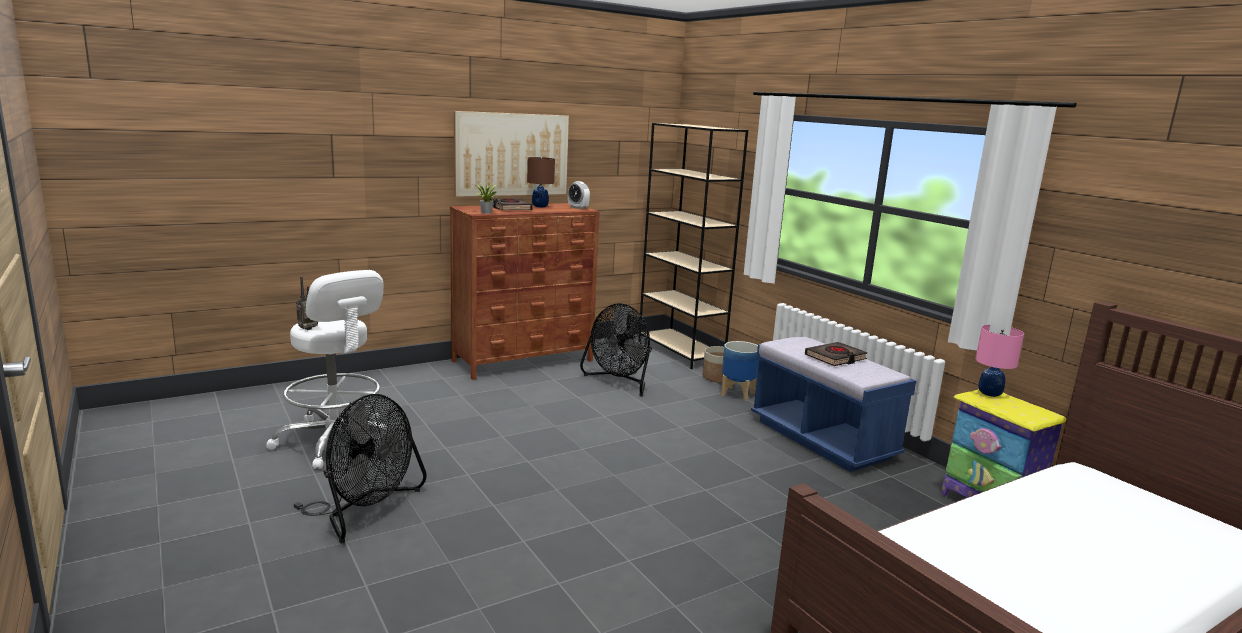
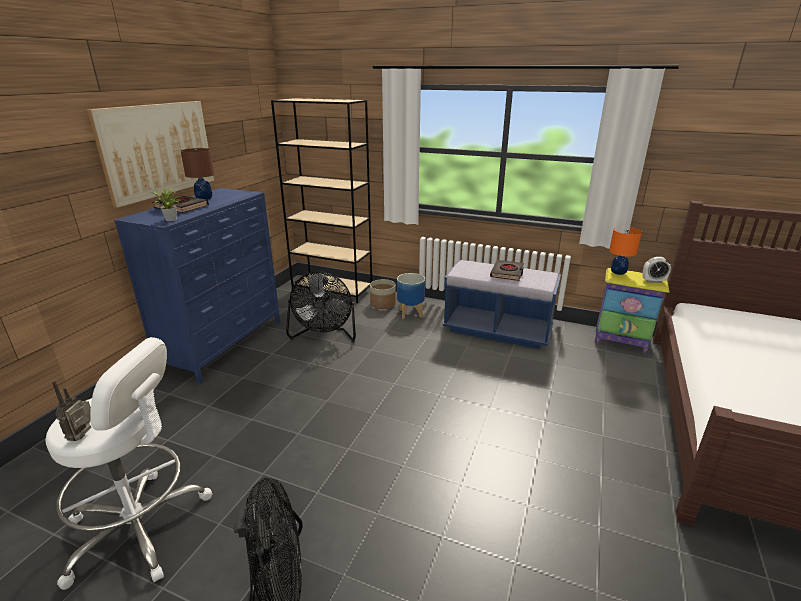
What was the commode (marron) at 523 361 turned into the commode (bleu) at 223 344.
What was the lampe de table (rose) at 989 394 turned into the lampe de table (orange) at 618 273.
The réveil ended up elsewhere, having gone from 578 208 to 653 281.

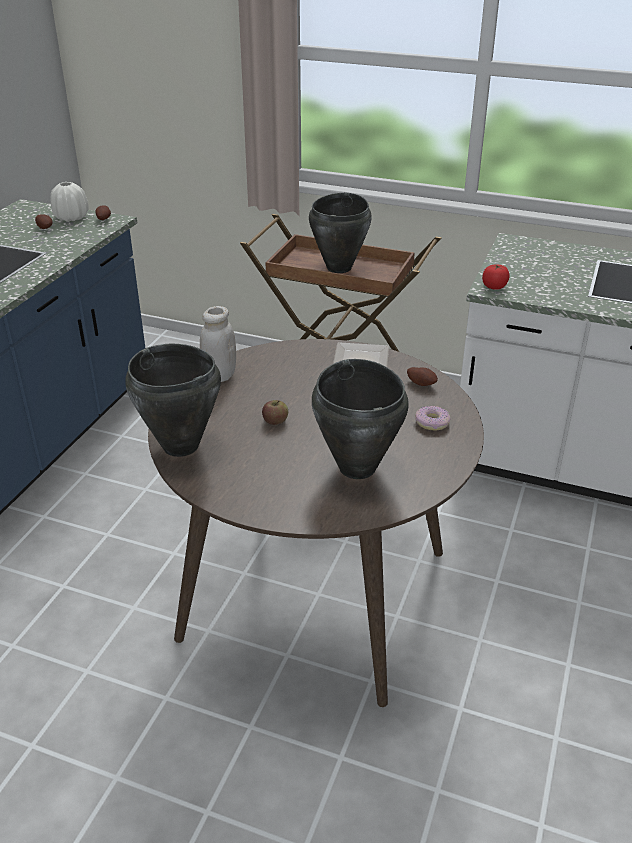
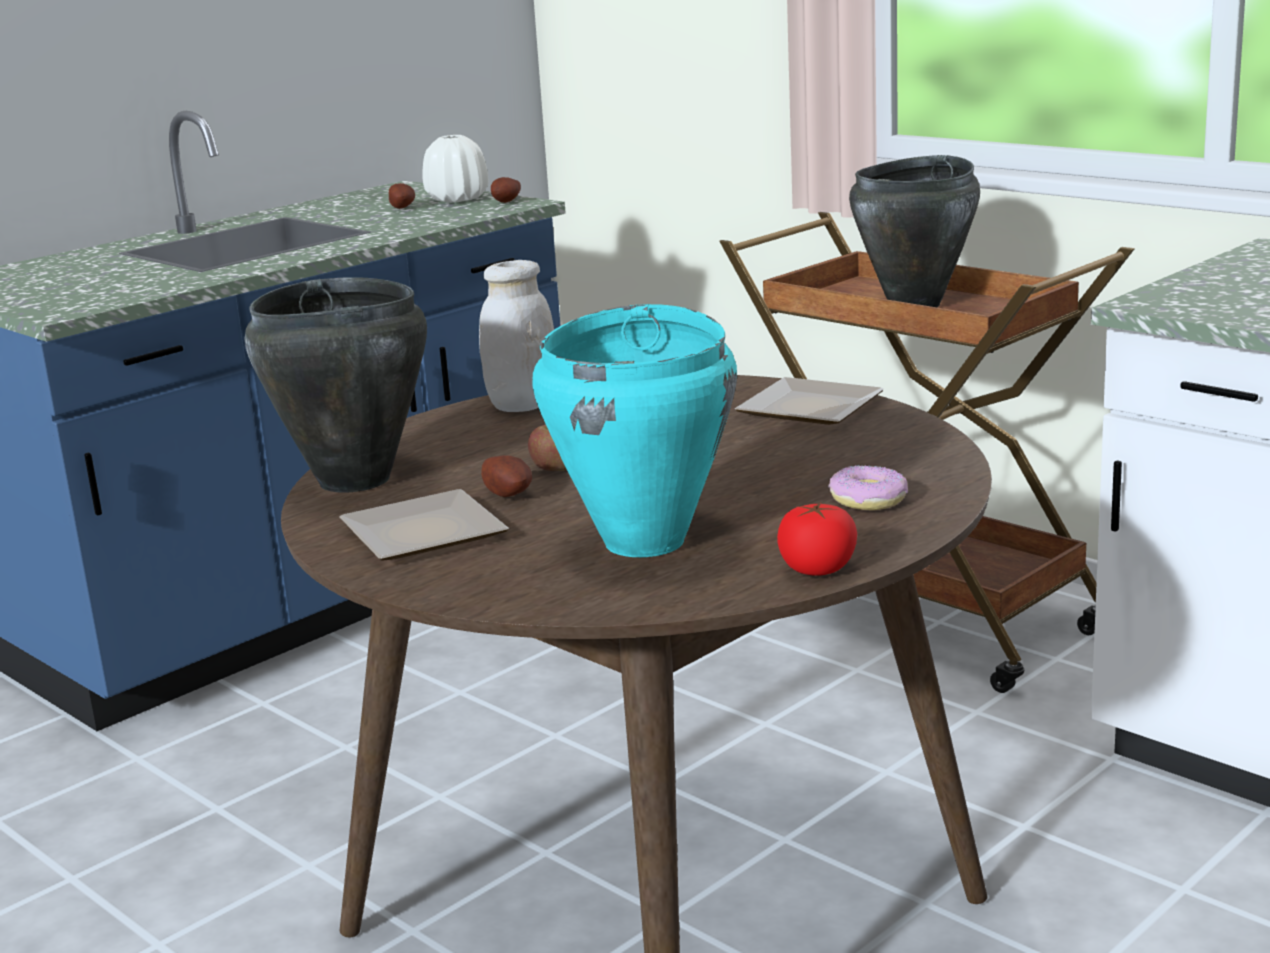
The second view gained the assiette at 430 534.
The pomme de terre ended up elsewhere, having gone from 422 383 to 509 494.
What was the marmite (noir) at 358 467 turned into the marmite (turquoise) at 646 541.
The tomate ended up elsewhere, having gone from 494 287 to 817 569.

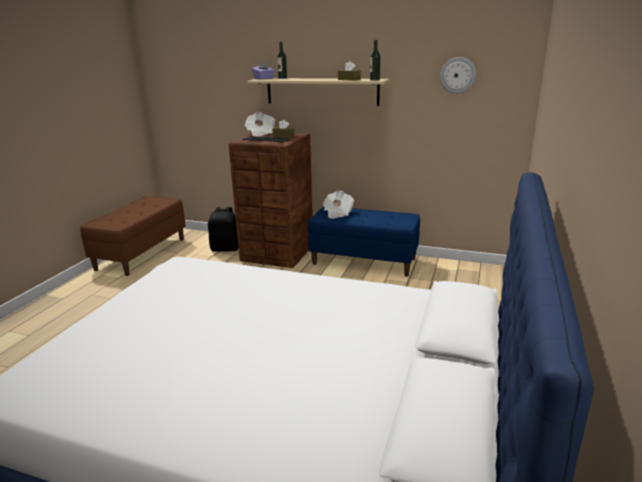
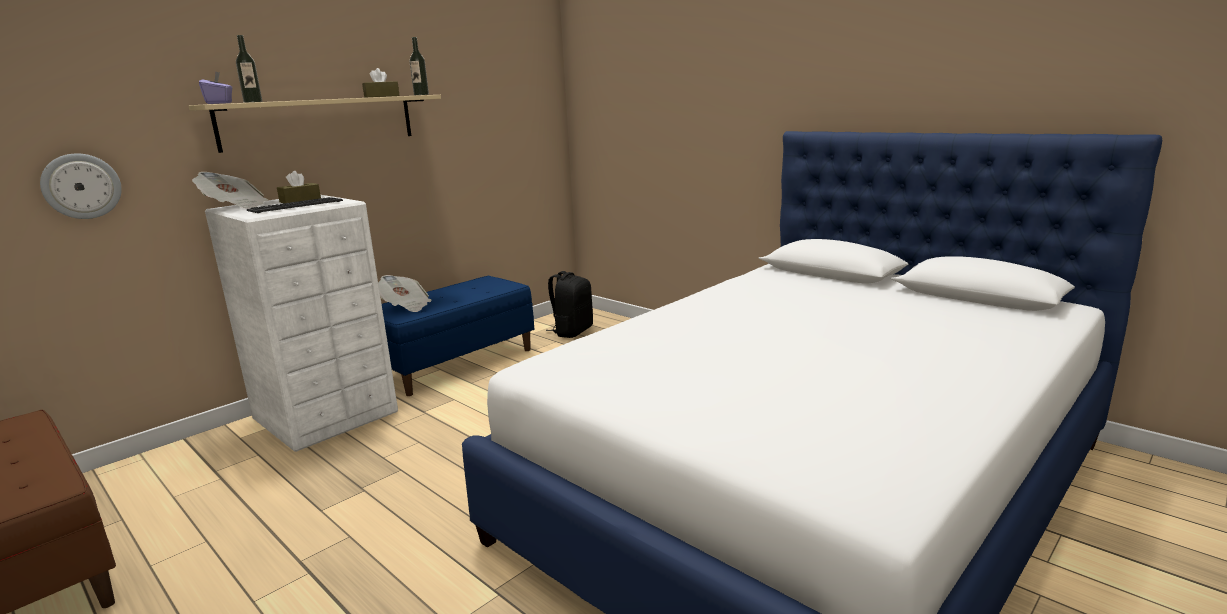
The horloge murale ended up elsewhere, having gone from 457 75 to 81 186.
What was the commode (marron) at 277 253 turned into the commode (blanc) at 326 415.
The sac à dos (noir) ended up elsewhere, having gone from 226 249 to 572 331.

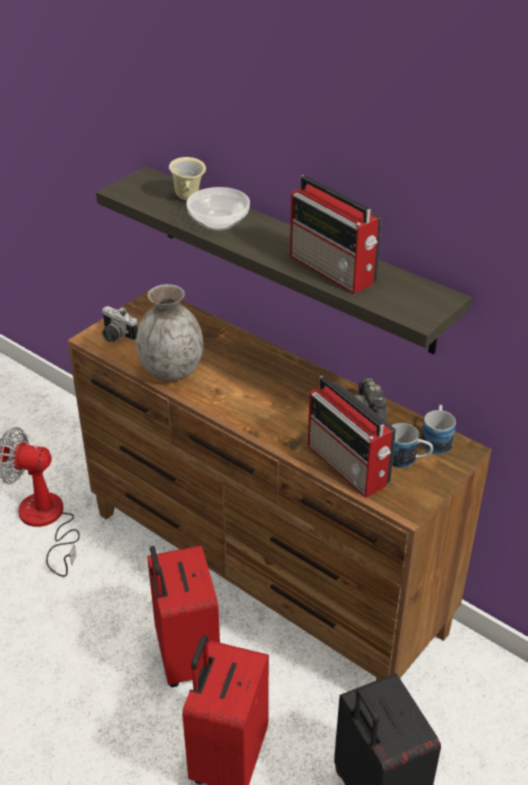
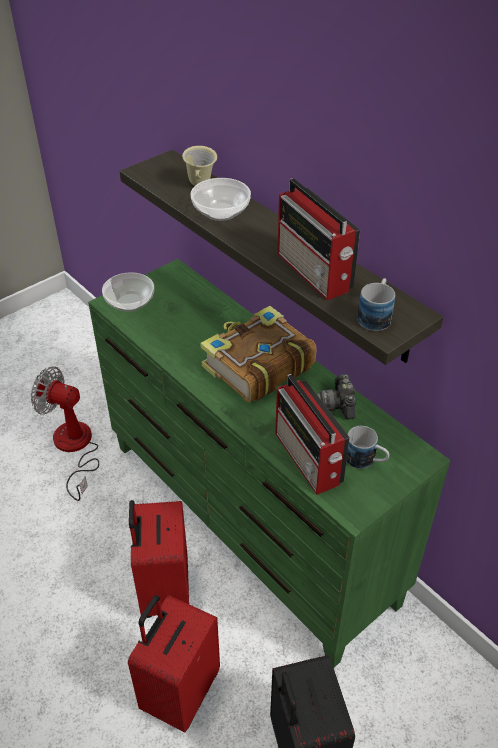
What was the commode (marron) at 265 570 turned into the commode (vert) at 250 519.
Where the appareil photo stood at 115 336, the bol came to stand at 131 302.
The second view gained the livre at 256 366.
The mug ended up elsewhere, having gone from 436 439 to 376 315.
The second view lost the vase (gris) at 172 371.

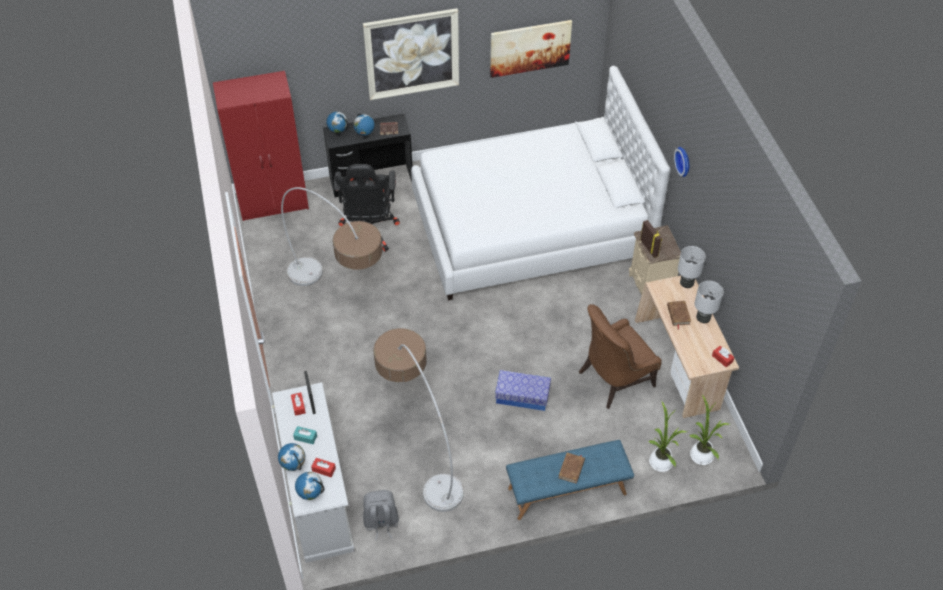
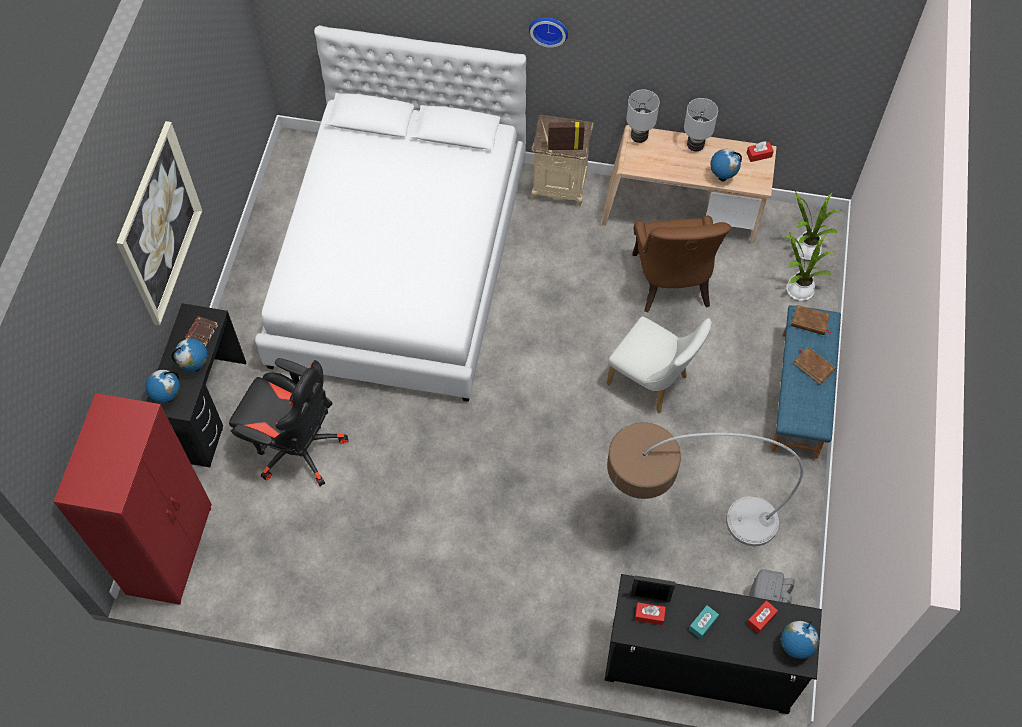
What was the commode (blanc) at 318 496 turned into the commode (noir) at 698 665.
Where the boîte de rangement stood at 522 396, the chaise (blanc) came to stand at 652 383.
The globe ended up elsewhere, having gone from 294 467 to 722 177.
The livre (marron) ended up elsewhere, having gone from 678 315 to 809 322.
The second view lost the lampadaire at 340 296.
The second view lost the tableau at 530 48.

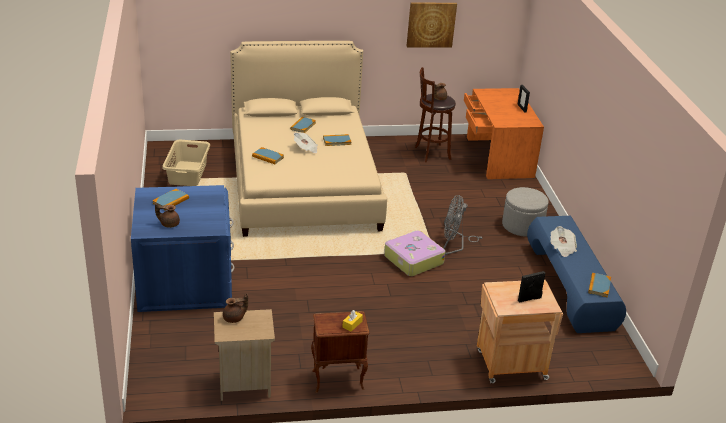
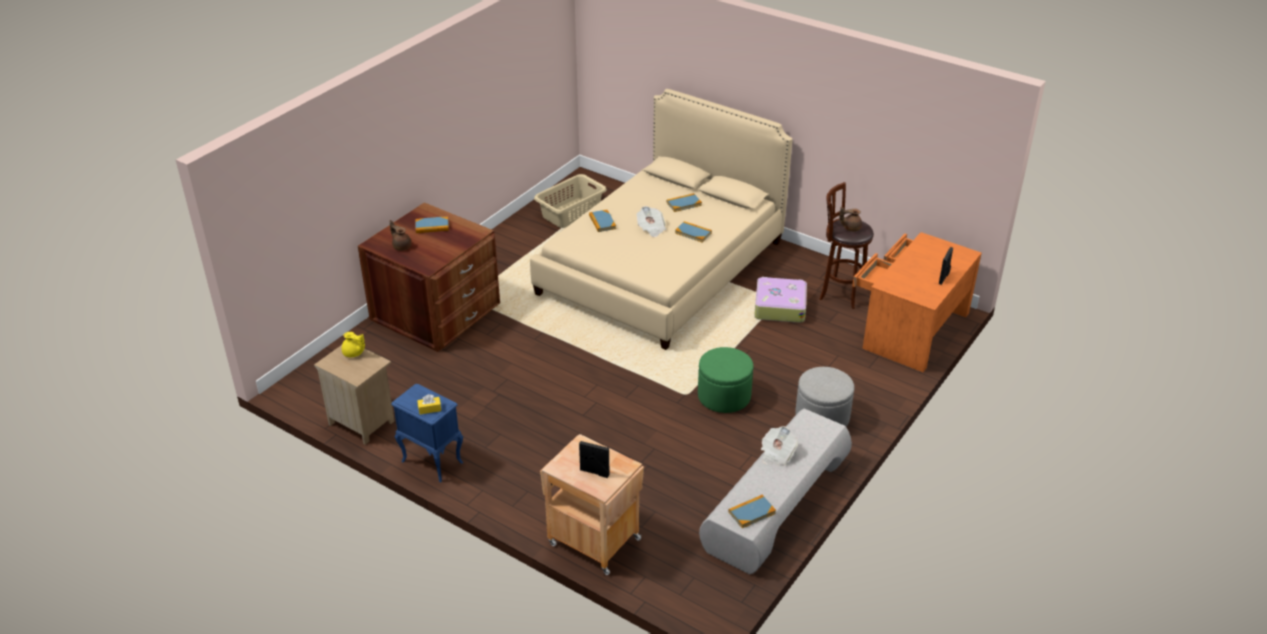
What was the théière (marron) at 234 318 turned into the théière (jaune) at 354 353.
What was the commode (bleu) at 185 281 turned into the commode (marron) at 436 312.
What was the table de chevet (marron) at 337 380 turned into the table de chevet (bleu) at 432 462.
Where the ventilateur (gris) stood at 455 241, the pouf (vert) came to stand at 724 396.
What was the banc (bleu) at 570 285 turned into the banc (gris) at 776 504.
The valise ended up elsewhere, having gone from 413 259 to 779 306.
The second view lost the tableau at 431 24.

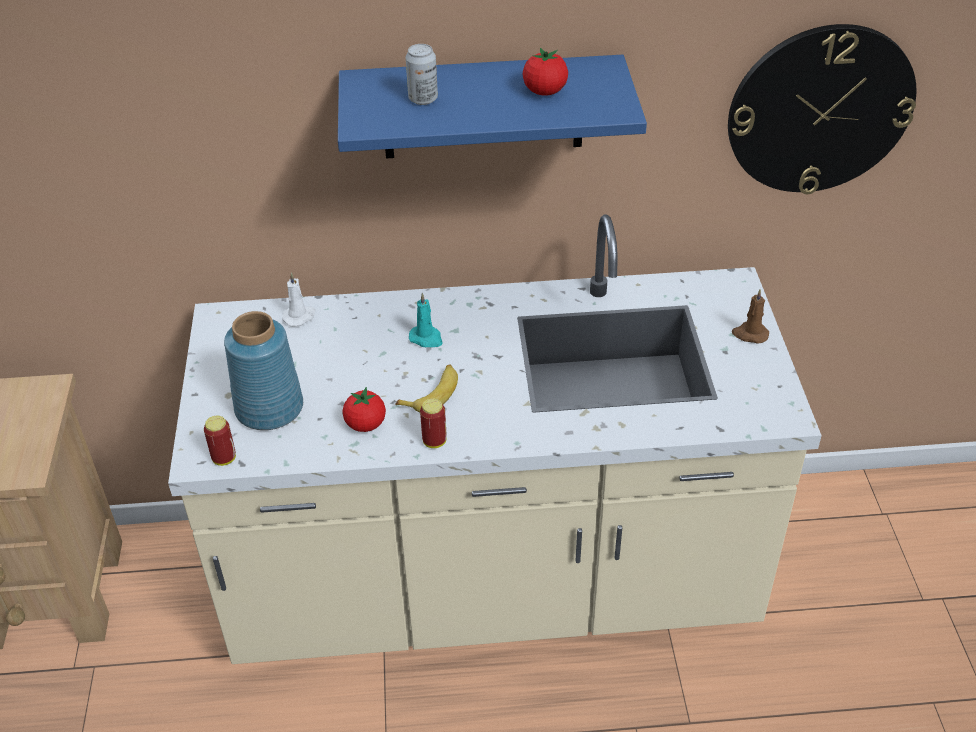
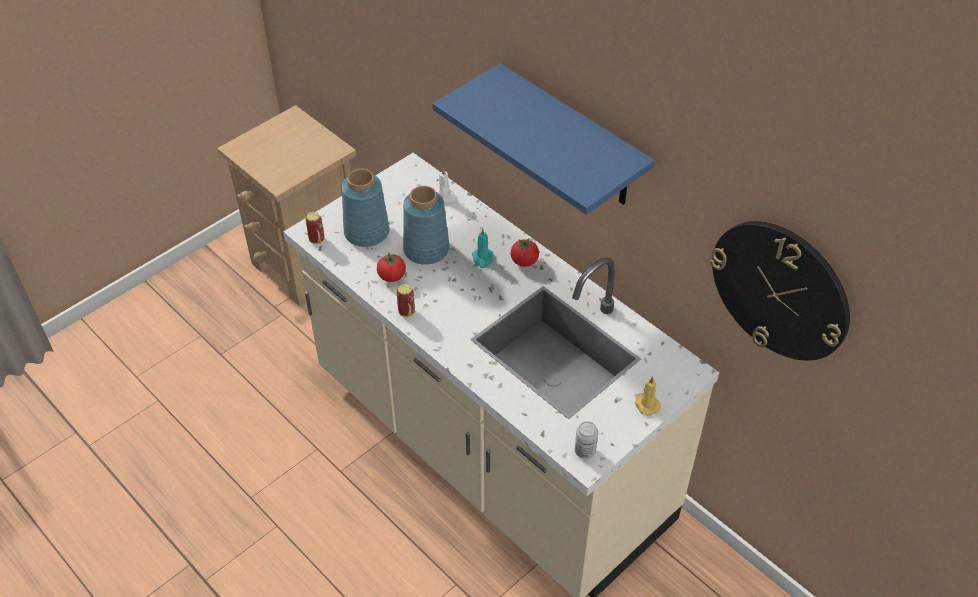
The second view gained the vase (bleu) at 427 250.
The tomate ended up elsewhere, having gone from 545 92 to 524 261.
The boîte métallique ended up elsewhere, having gone from 423 99 to 585 451.
What was the bougie (marron) at 749 334 turned into the bougie (jaune) at 646 404.
The second view lost the banane at 432 393.

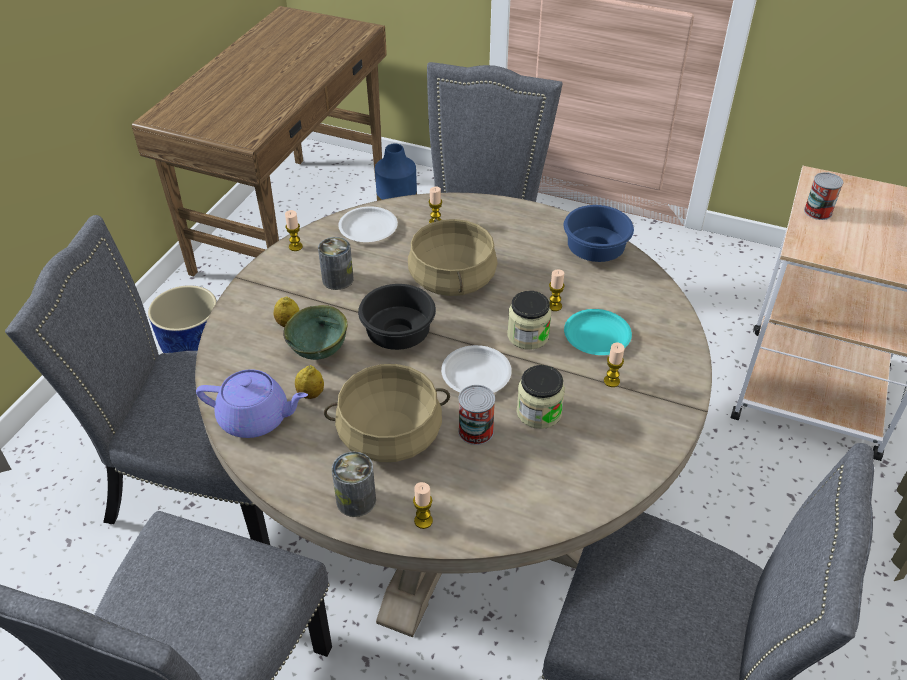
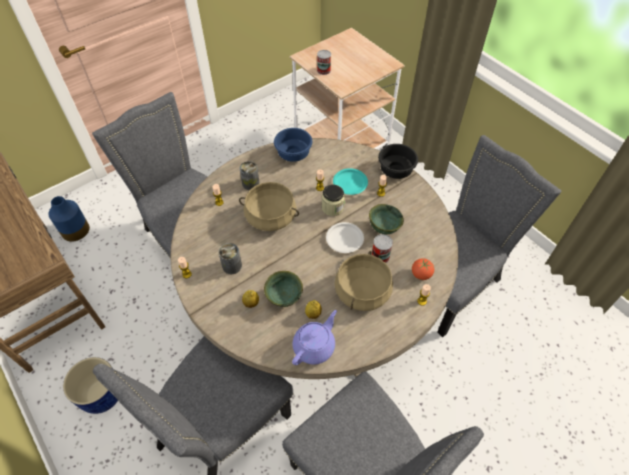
The boîte métallique ended up elsewhere, having gone from 356 500 to 250 183.
Where the bocal stood at 539 412, the bol (vert) came to stand at 383 228.
The bol (noir) ended up elsewhere, having gone from 399 333 to 394 170.
The second view gained the tomate at 421 274.
The second view lost the assiette (blanc) at 367 228.

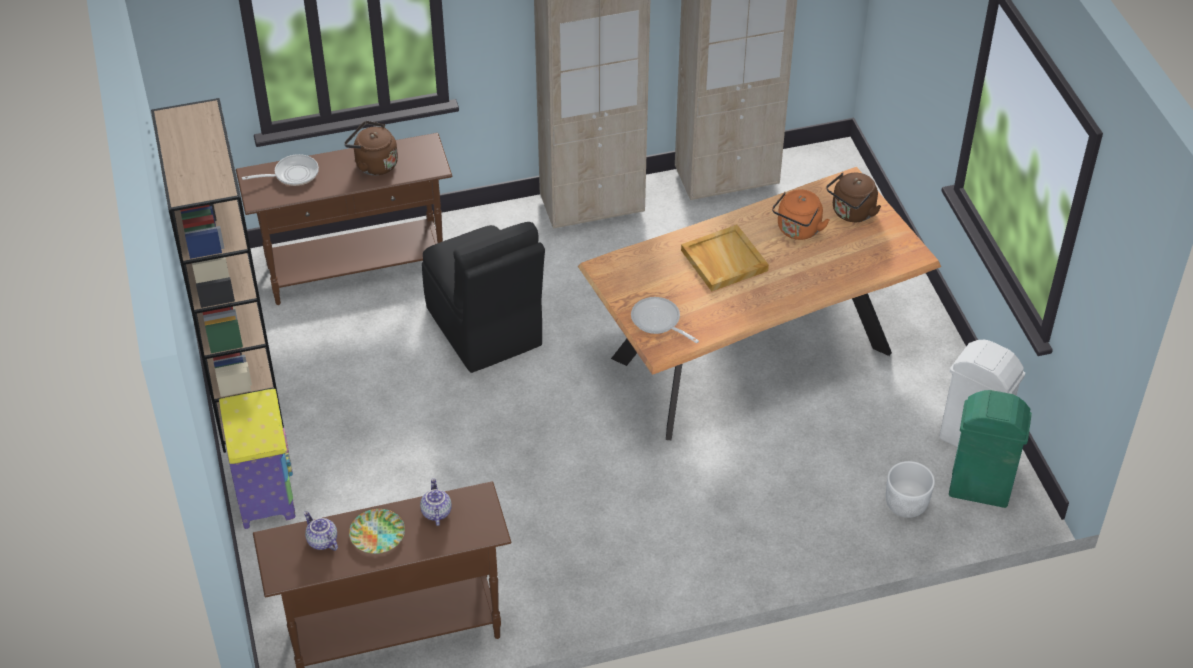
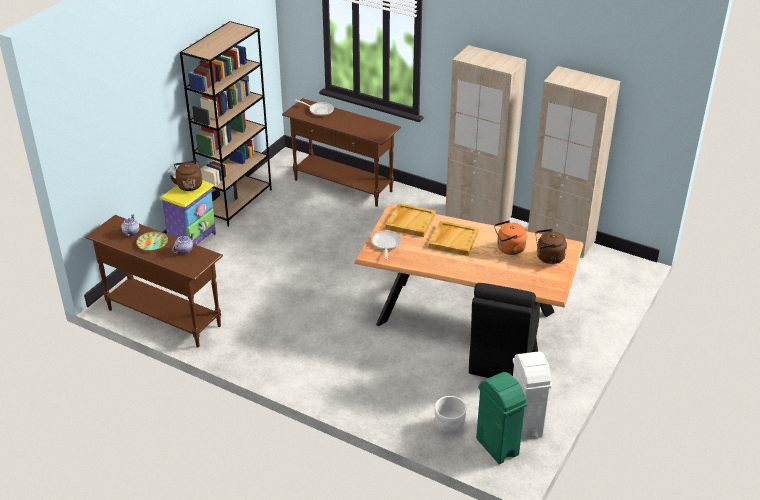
The bouilloire (marron) ended up elsewhere, having gone from 373 164 to 189 185.
The second view gained the plateau (beige) at 410 221.
The chaise (noir) ended up elsewhere, having gone from 485 329 to 501 357.

